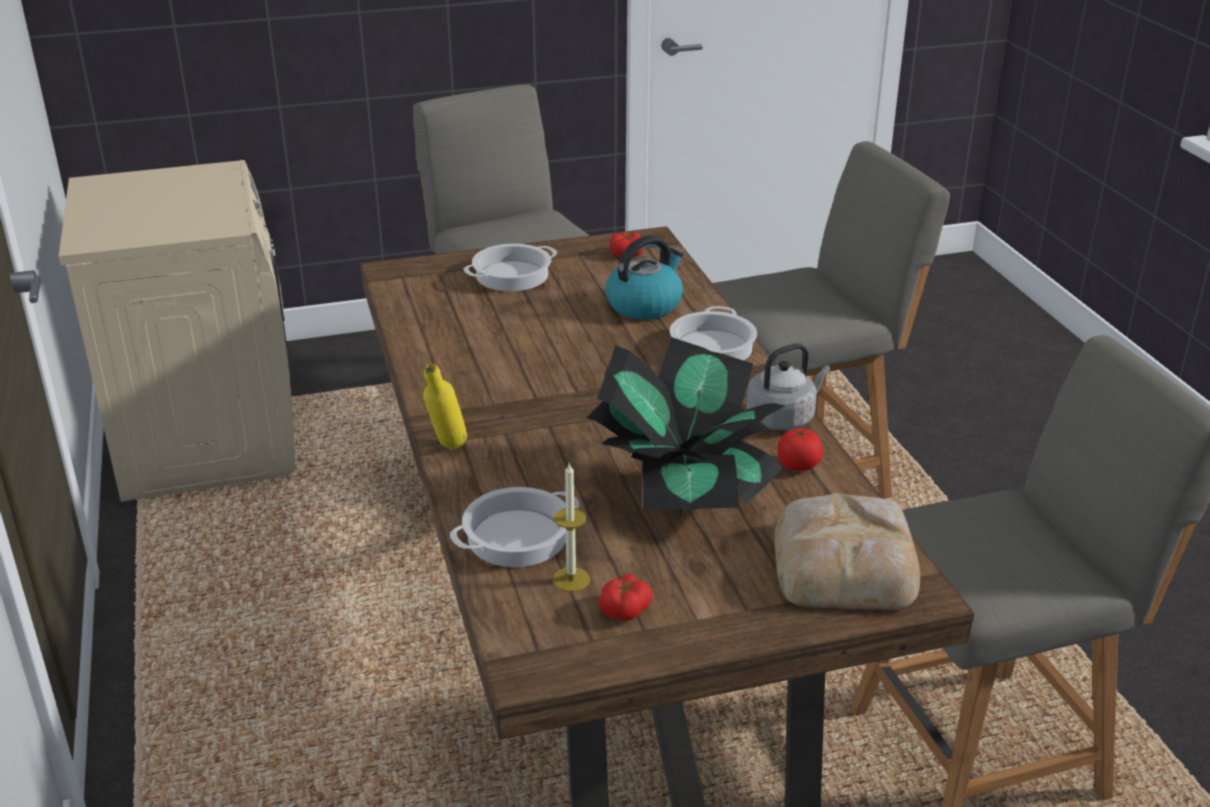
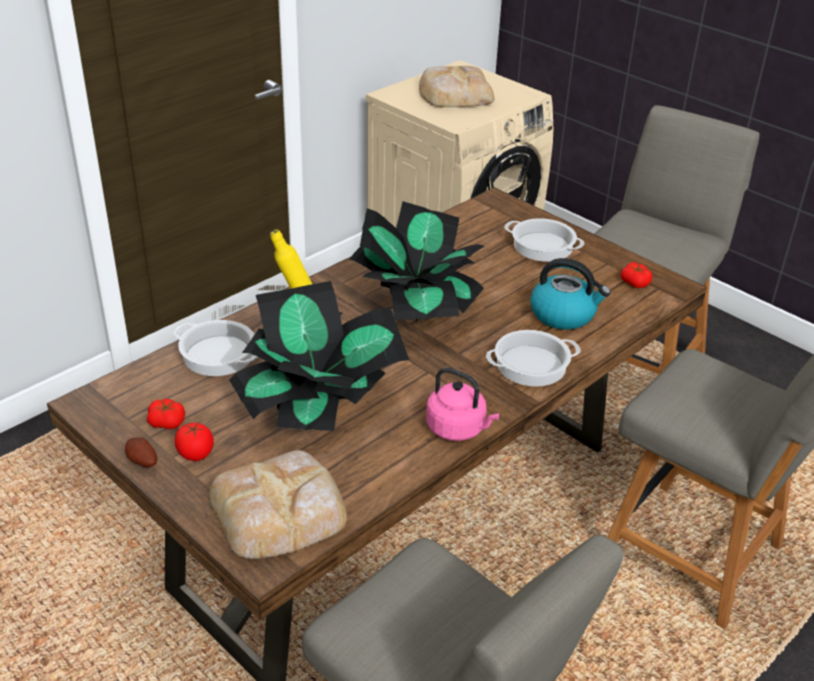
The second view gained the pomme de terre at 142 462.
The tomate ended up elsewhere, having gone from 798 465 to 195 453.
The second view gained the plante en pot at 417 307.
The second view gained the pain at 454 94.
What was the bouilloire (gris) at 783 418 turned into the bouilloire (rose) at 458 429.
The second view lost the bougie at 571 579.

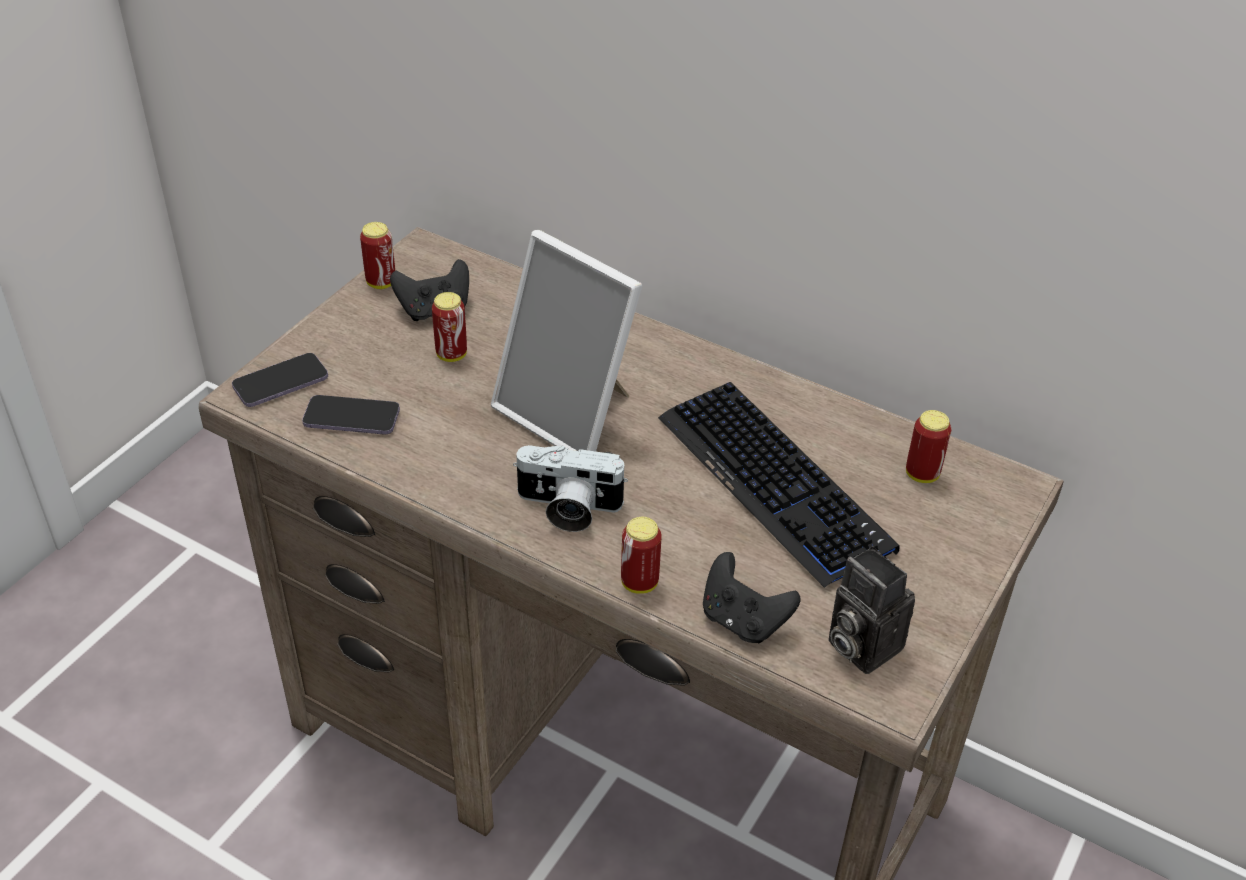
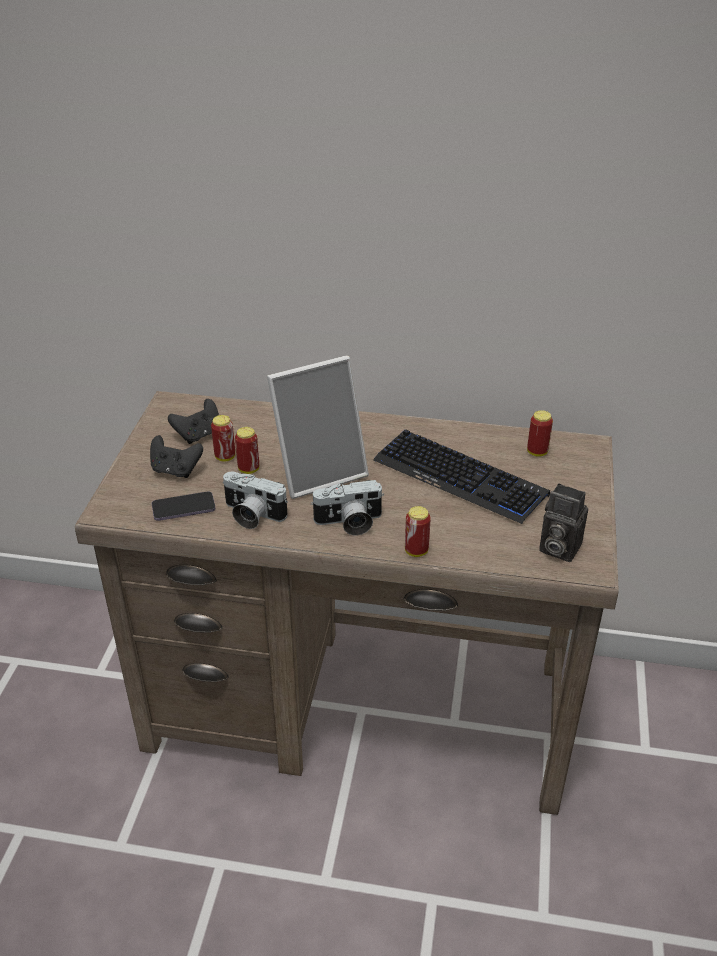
The manette (noir) ended up elsewhere, having gone from 743 620 to 176 470.
The second view gained the appareil photo at 251 515.
The boîte métallique ended up elsewhere, having gone from 381 283 to 248 469.
The cadre photo at 570 414 ended up facing another way, 45 degrees counterclockwise from before.
The second view lost the téléphone at 281 383.

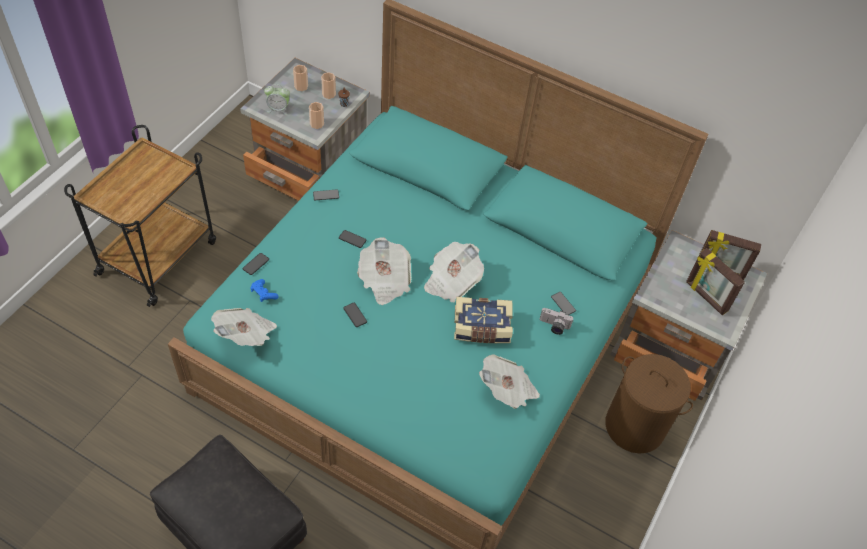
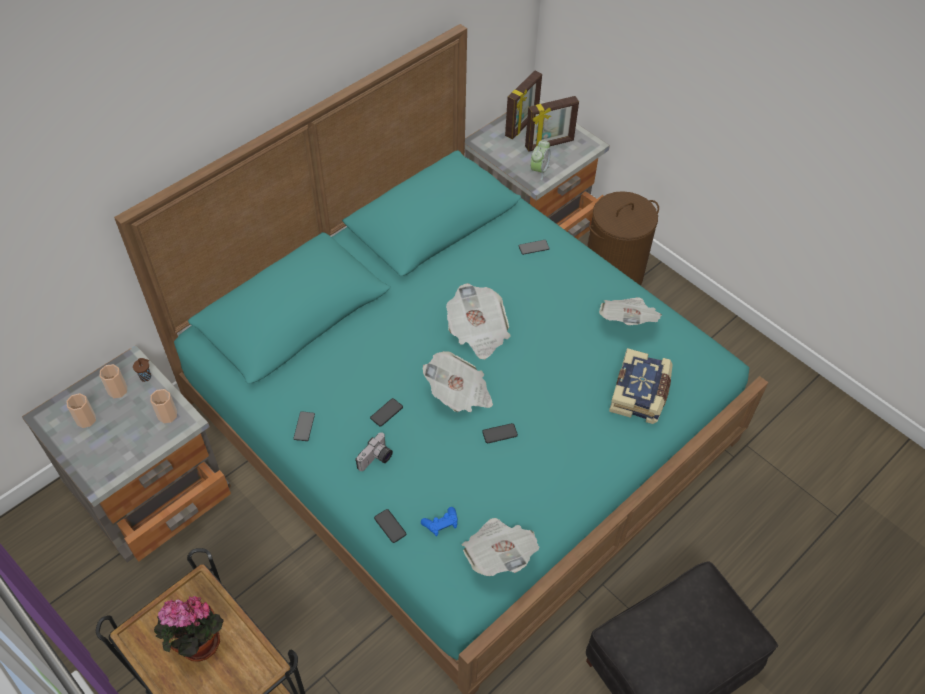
The second view gained the plante en pot at 197 646.
The appareil photo ended up elsewhere, having gone from 553 326 to 376 459.
The réveil ended up elsewhere, having gone from 278 109 to 539 170.
The livre ended up elsewhere, having gone from 482 328 to 640 394.

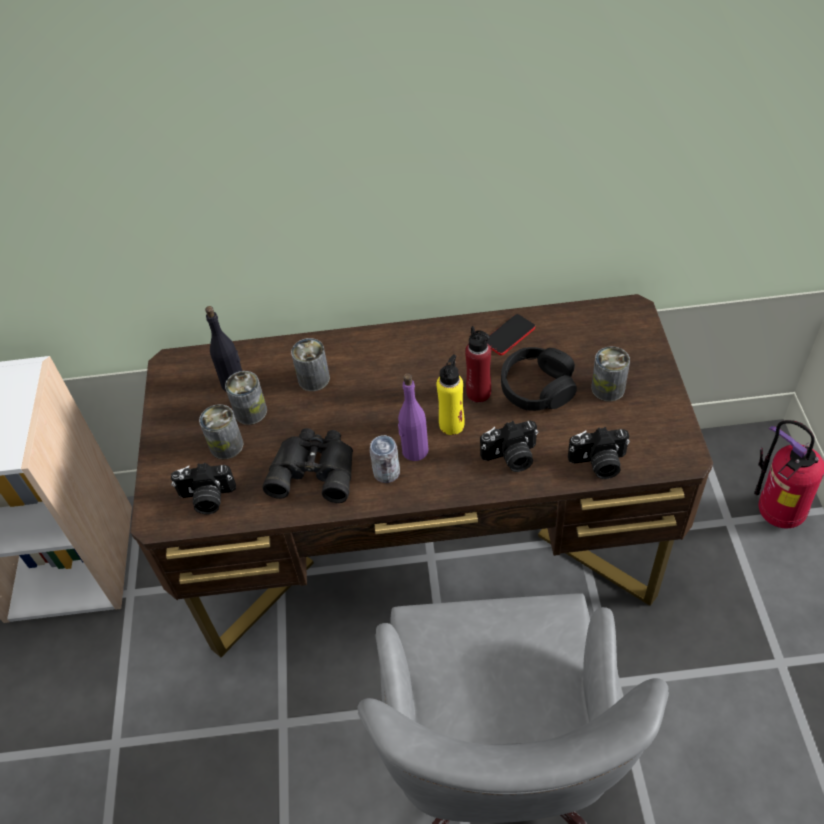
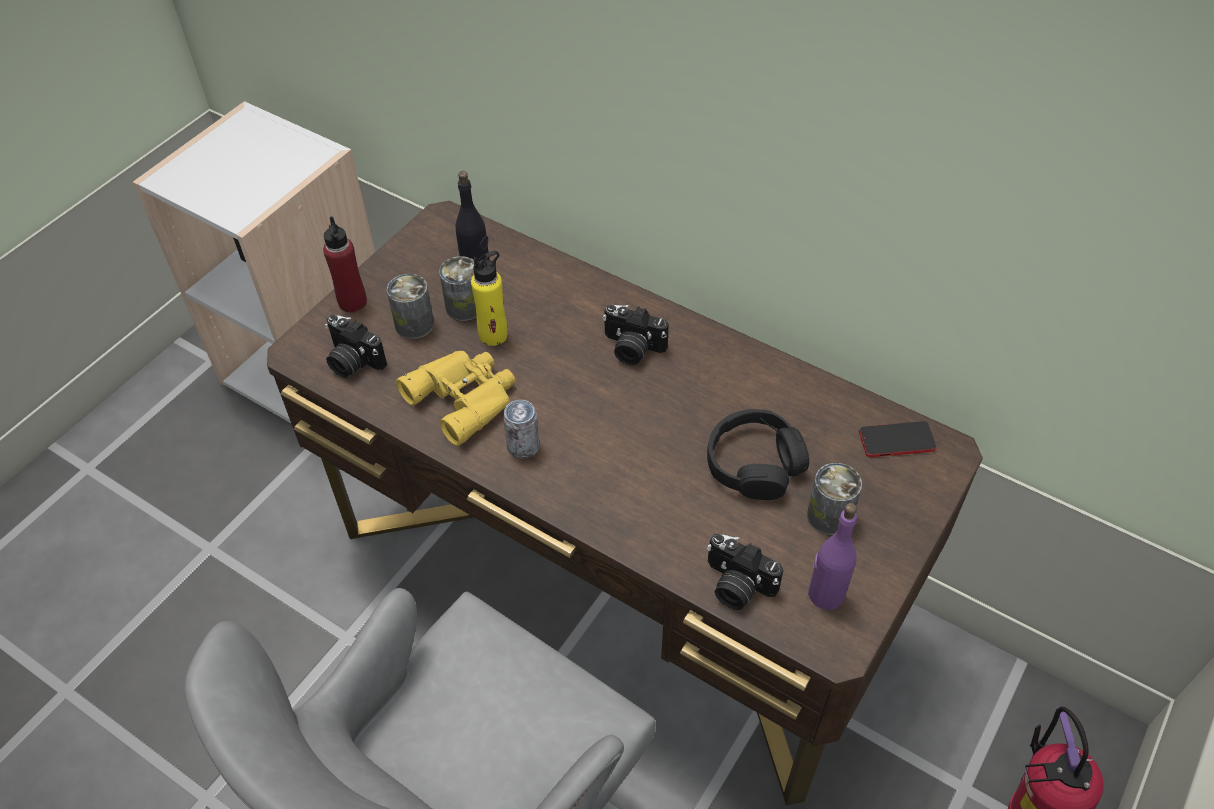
The bouteille (rouge) ended up elsewhere, having gone from 478 393 to 352 302.
What was the jumelles (noir) at 314 468 turned into the jumelles (jaune) at 465 397.
The bouteille (jaune) ended up elsewhere, having gone from 452 425 to 493 335.
The appareil photo ended up elsewhere, having gone from 511 457 to 631 348.
The bouteille (violet) ended up elsewhere, having gone from 414 451 to 825 594.
The téléphone ended up elsewhere, having gone from 509 335 to 896 440.
The second view lost the boîte métallique at 314 379.

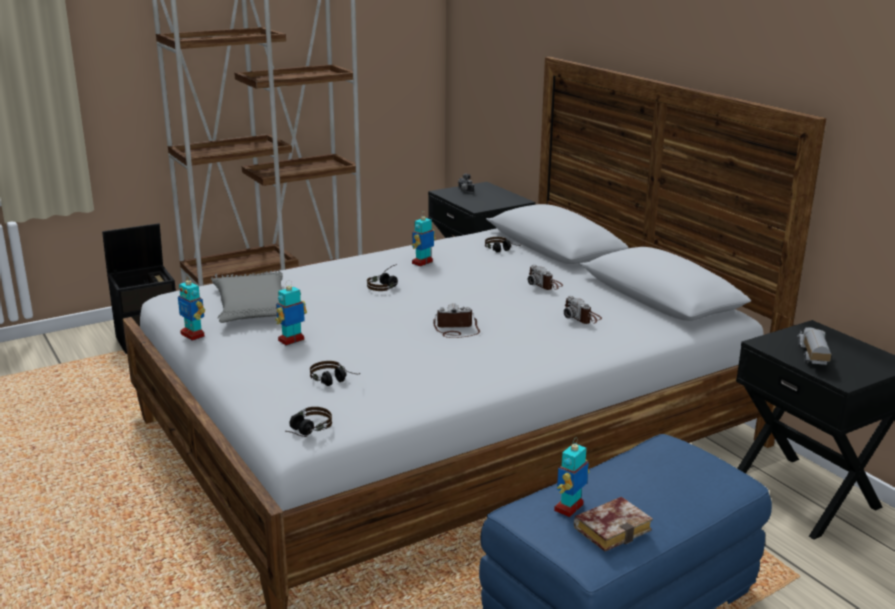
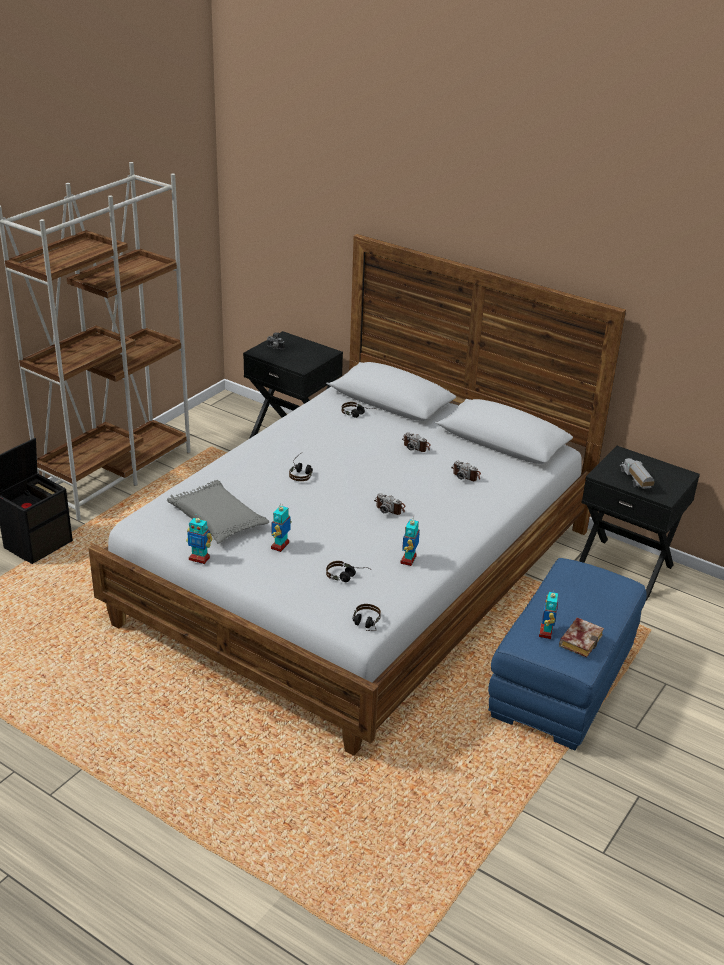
The appareil photo at 456 330 ended up facing another way, 120 degrees counterclockwise from before.
The robot jouet ended up elsewhere, having gone from 422 263 to 409 560.

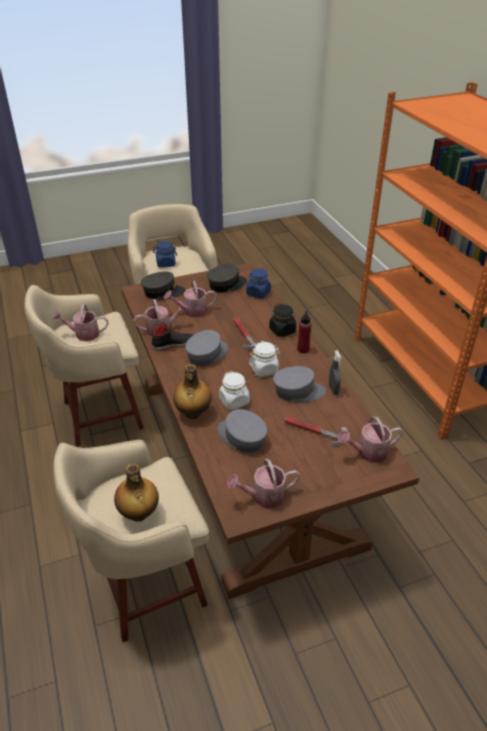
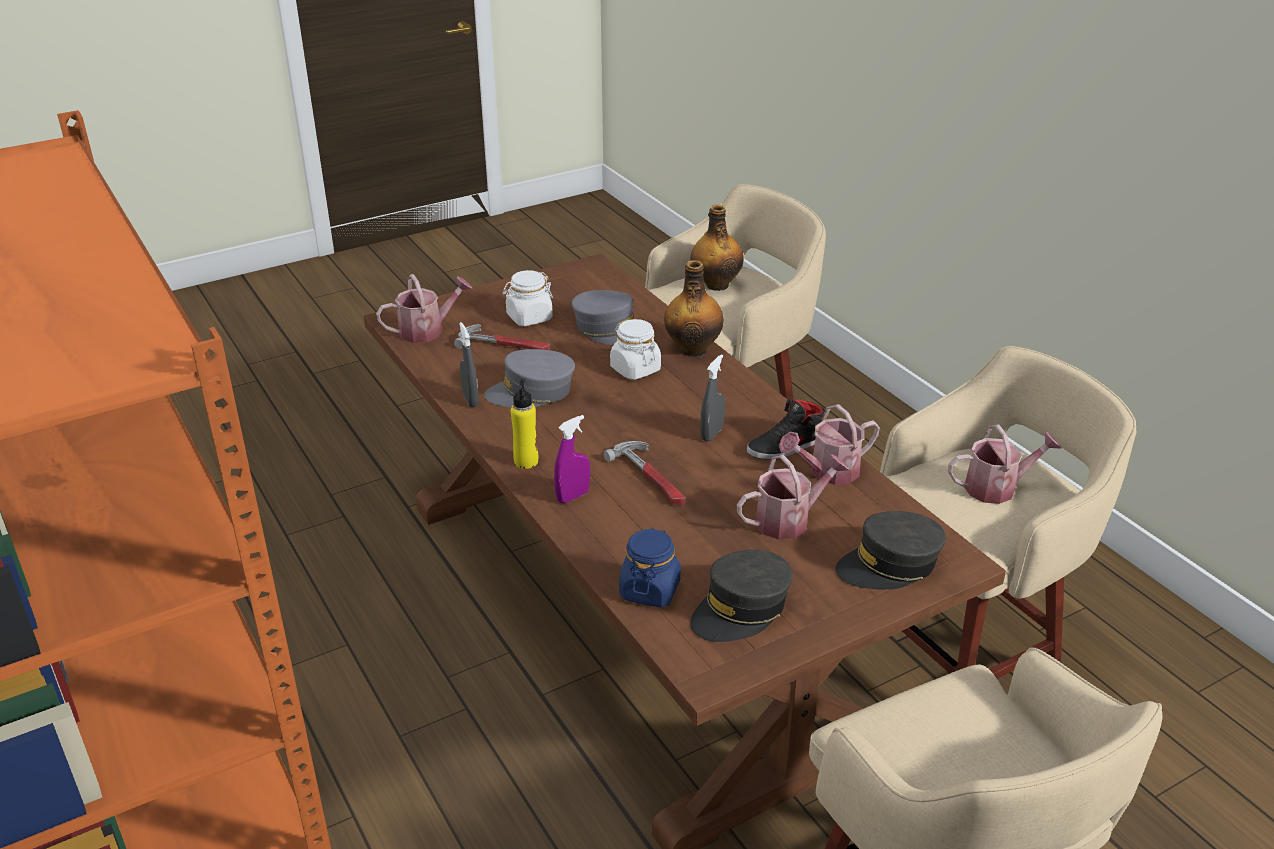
The bocal (blanc) ended up elsewhere, having gone from 264 369 to 529 318.
What was the bouteille (rouge) at 303 349 turned into the bouteille (jaune) at 526 461.
Where the bocal (noir) stood at 282 330, the vaporisateur (violet) came to stand at 573 496.
Where the casquette (gris) stood at 207 354, the vaporisateur (gris) came to stand at 711 434.
The second view lost the bocal (bleu) at 165 263.
The second view lost the arrosoir at 264 497.

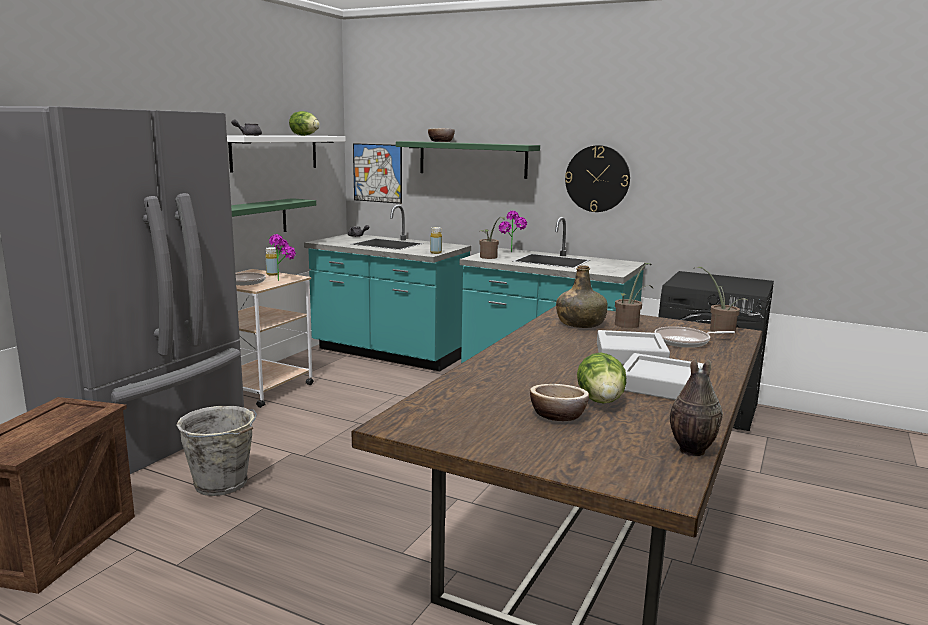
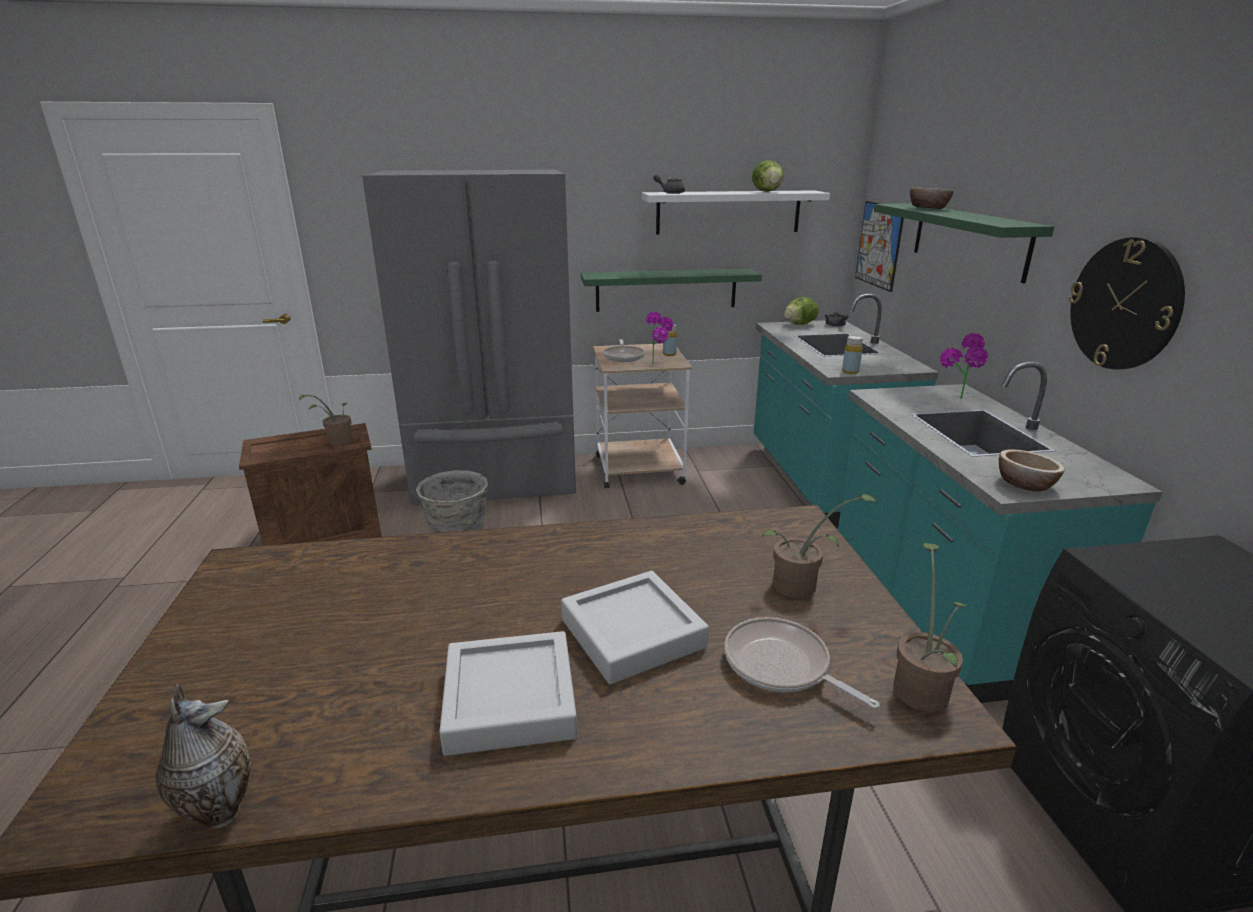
The plante en pot ended up elsewhere, having gone from 489 257 to 337 442.
The laitue ended up elsewhere, having gone from 601 401 to 799 324.
The bol ended up elsewhere, having gone from 558 416 to 1025 484.
The second view lost the bouteille (vert) at 580 324.

